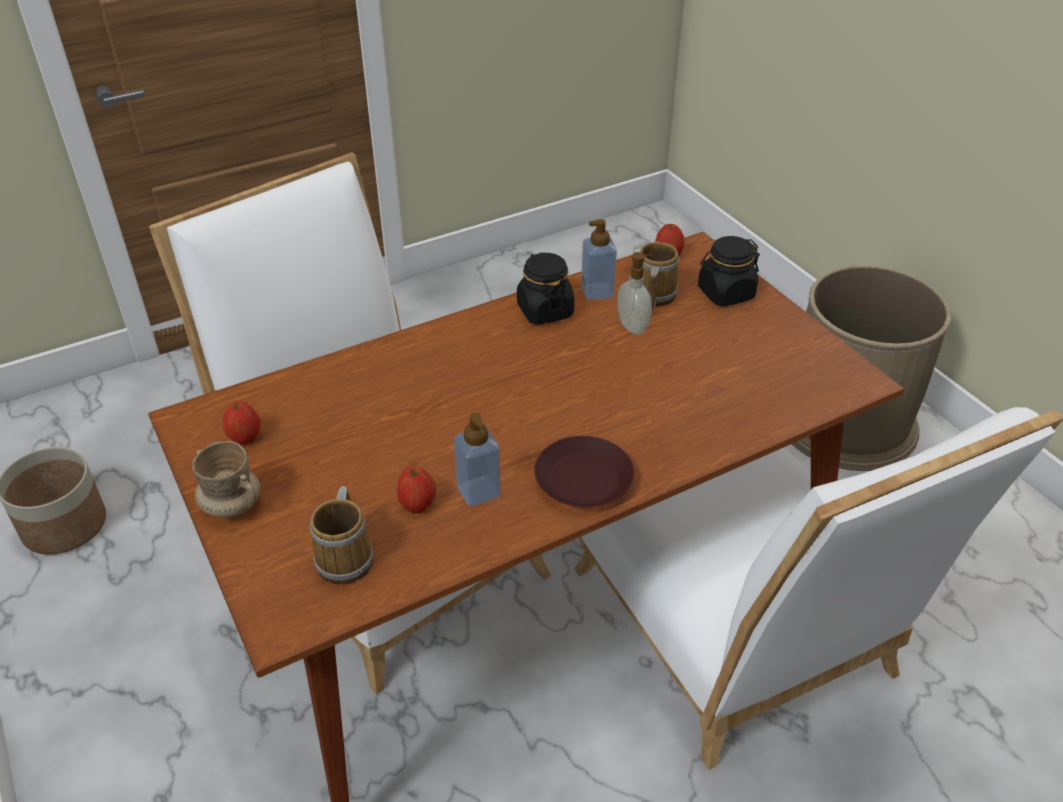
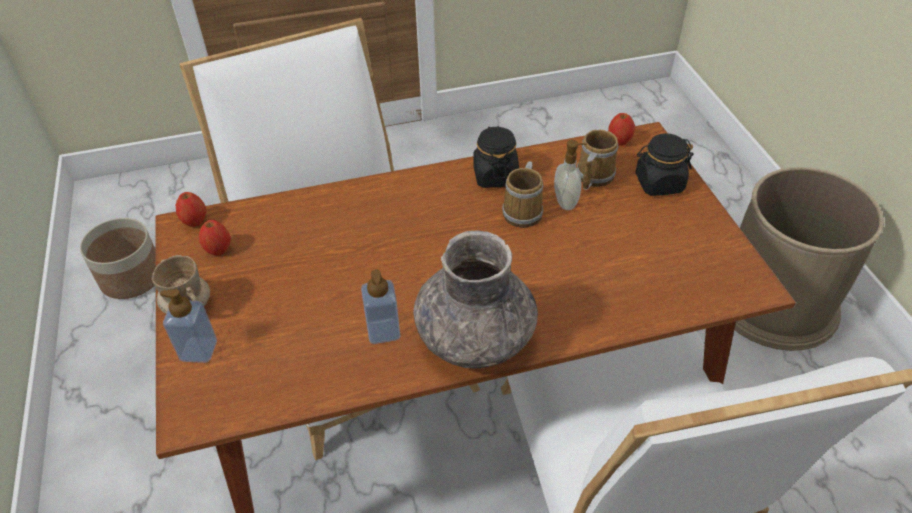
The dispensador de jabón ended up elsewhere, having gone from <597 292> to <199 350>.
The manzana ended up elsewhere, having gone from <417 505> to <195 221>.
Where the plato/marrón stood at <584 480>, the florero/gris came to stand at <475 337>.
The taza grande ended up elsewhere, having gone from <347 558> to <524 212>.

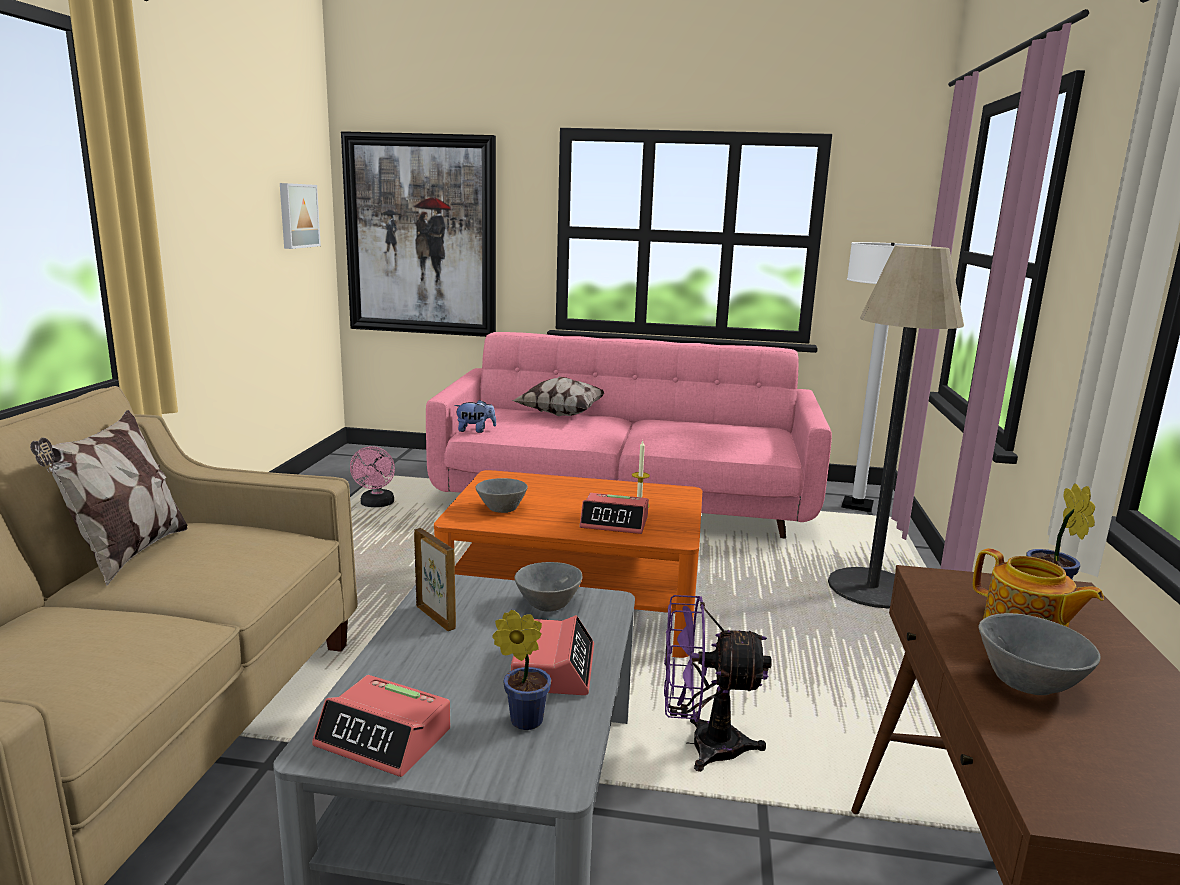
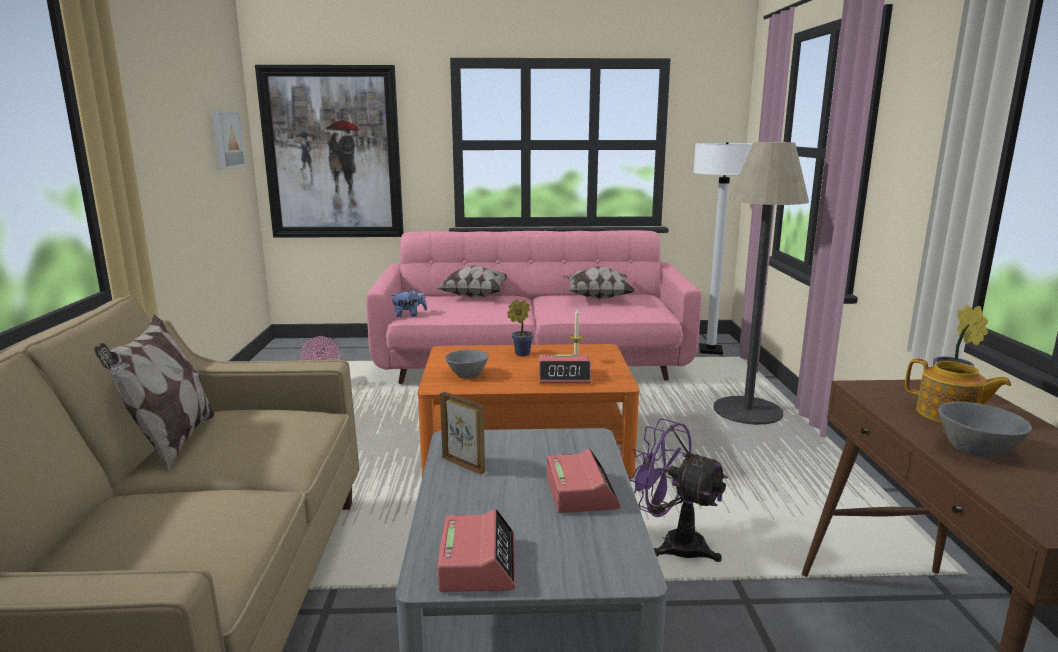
The despertador at <384 738> ended up facing another way, 105 degrees counterclockwise from before.
The planta en maceta ended up elsewhere, having gone from <522 720> to <520 354>.
The second view gained the cojín at <597 298>.
The ventilador/morado at <702 746> ended up facing another way, 45 degrees clockwise from before.
The second view lost the cuenco/gris at <547 604>.

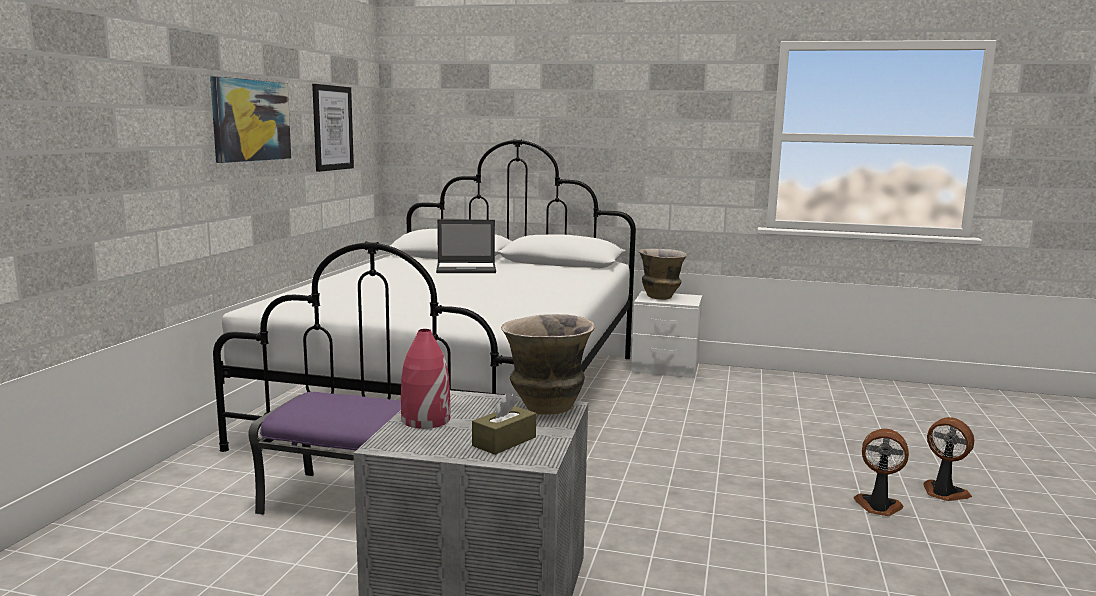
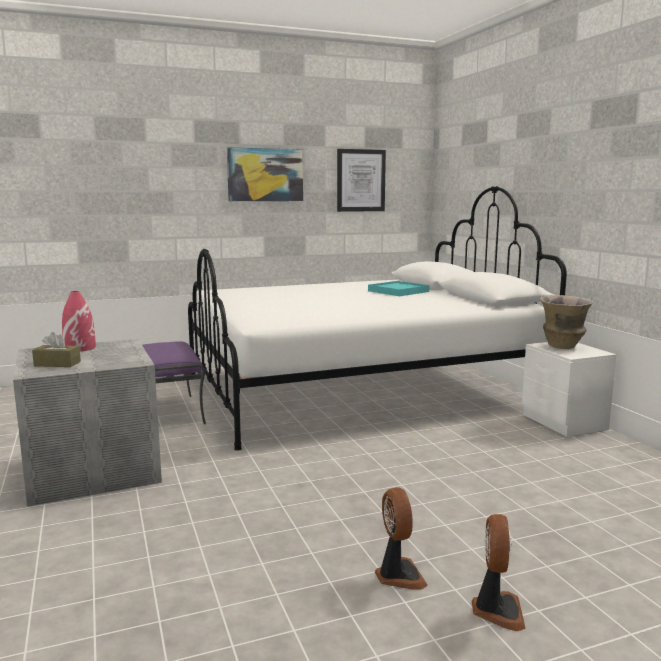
Where the portátil stood at <467 268>, the bandeja/turquesa came to stand at <398 291>.
The second view lost the florero at <546 409>.

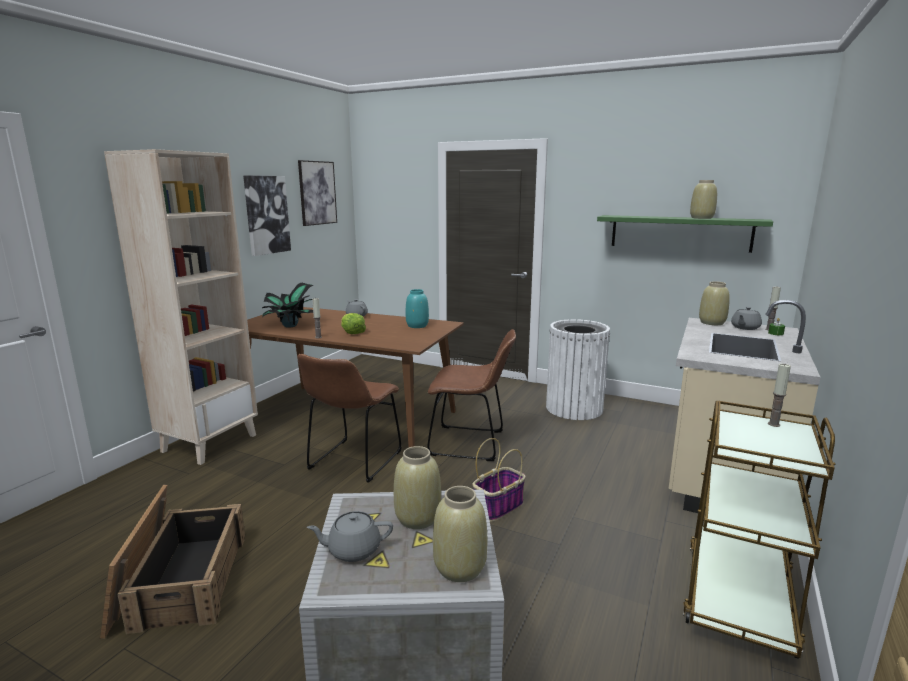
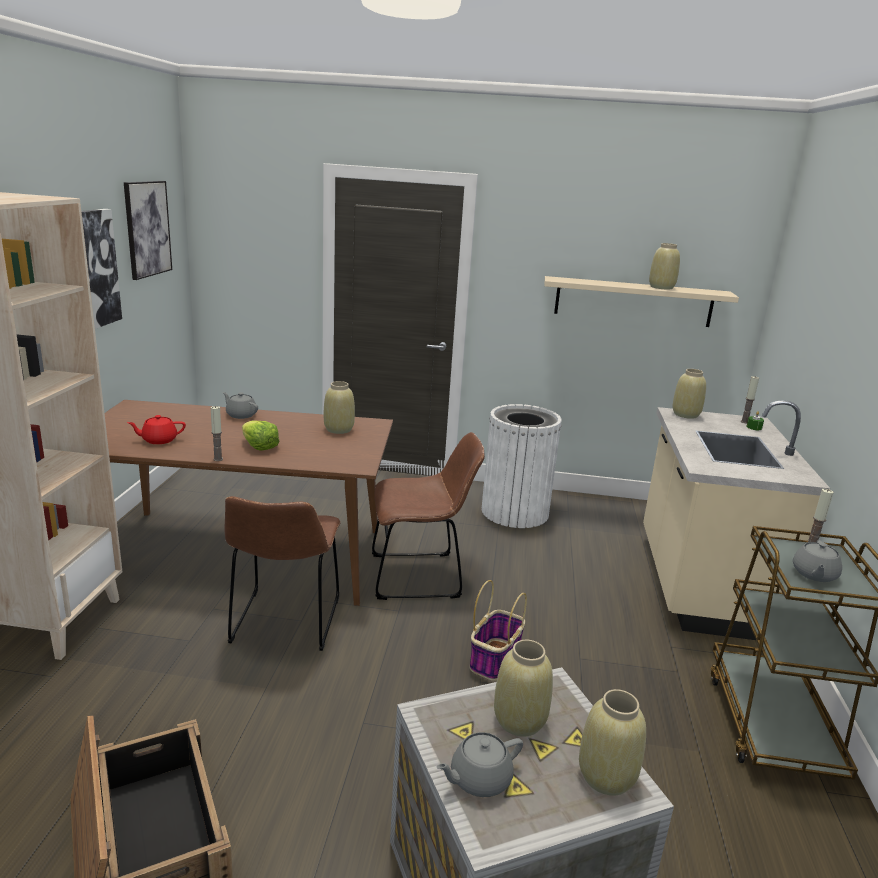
Where the planta en maceta stood at <290 326>, the tetera/rojo came to stand at <158 440>.
What was the florero/turquesa at <417 326> turned into the florero/beis at <338 429>.
What was the estante/verde at <680 233> turned into the estante/beis at <633 302>.
The tetera/gris ended up elsewhere, having gone from <744 328> to <814 574>.

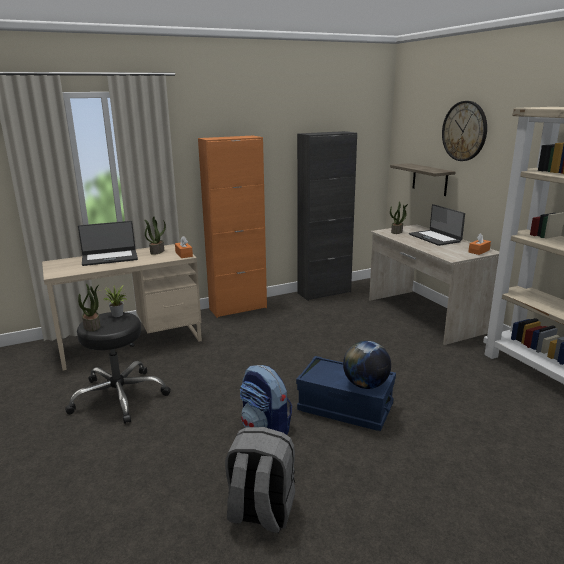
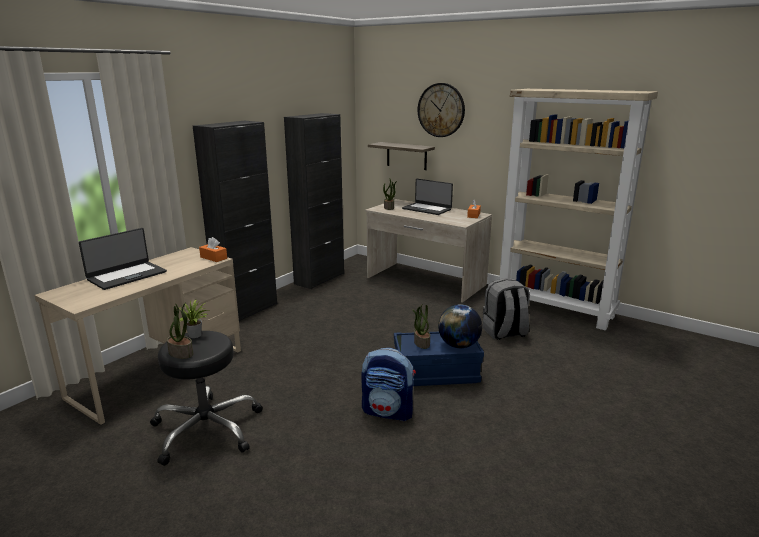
What was the armario/naranja at <238 308> turned into the armario/negro at <247 310>.
The planta en maceta ended up elsewhere, having gone from <157 251> to <421 343>.
The mochila/gris ended up elsewhere, having gone from <260 512> to <504 333>.

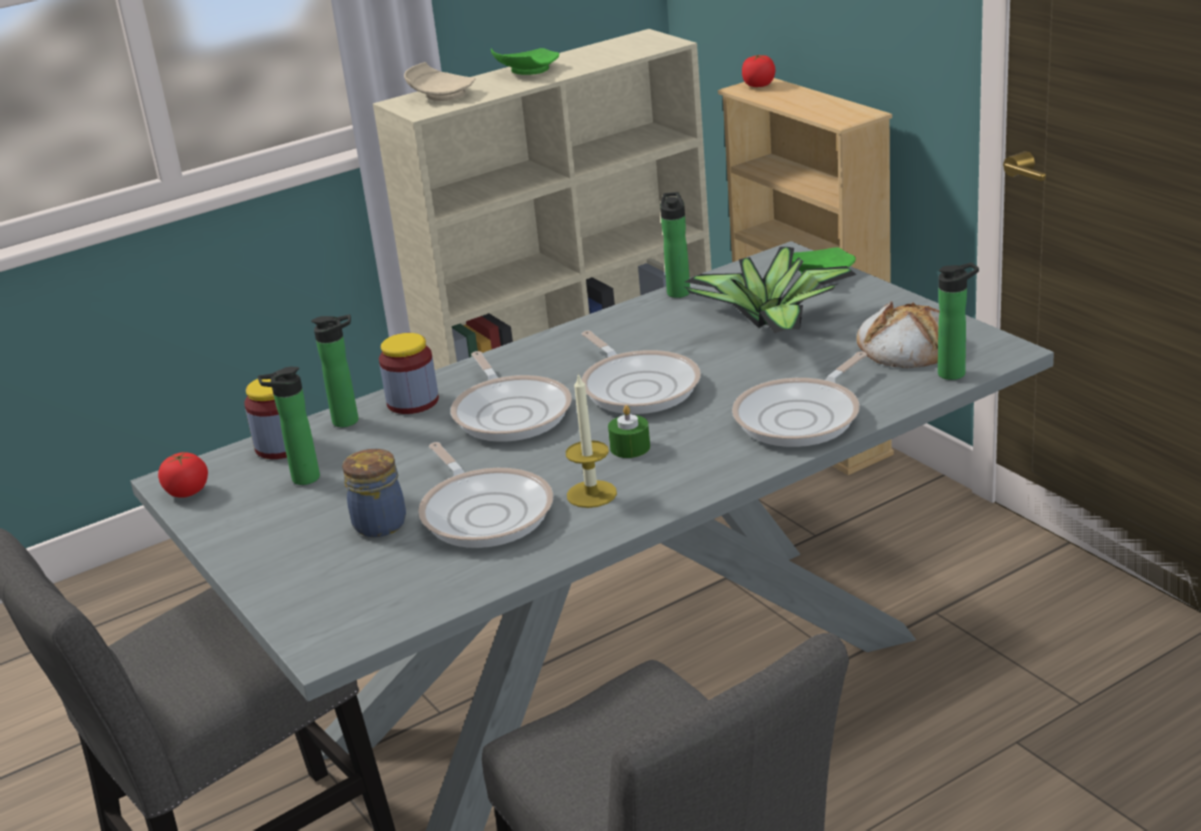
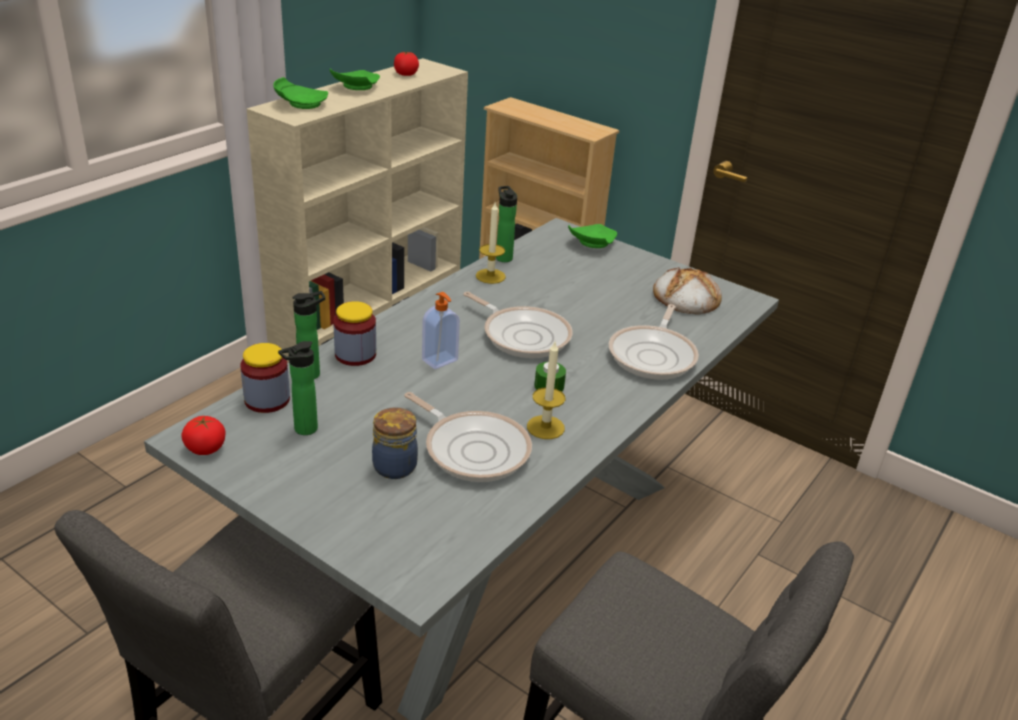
What was the plato/beis at <441 95> turned into the plato/verde at <300 104>.
The tomate ended up elsewhere, having gone from <759 85> to <406 74>.
Where the sartén stood at <511 413>, the dispensador de jabón came to stand at <440 361>.
The second view gained the vela at <490 276>.
The second view lost the planta en maceta at <771 324>.
The second view lost the botella at <955 373>.

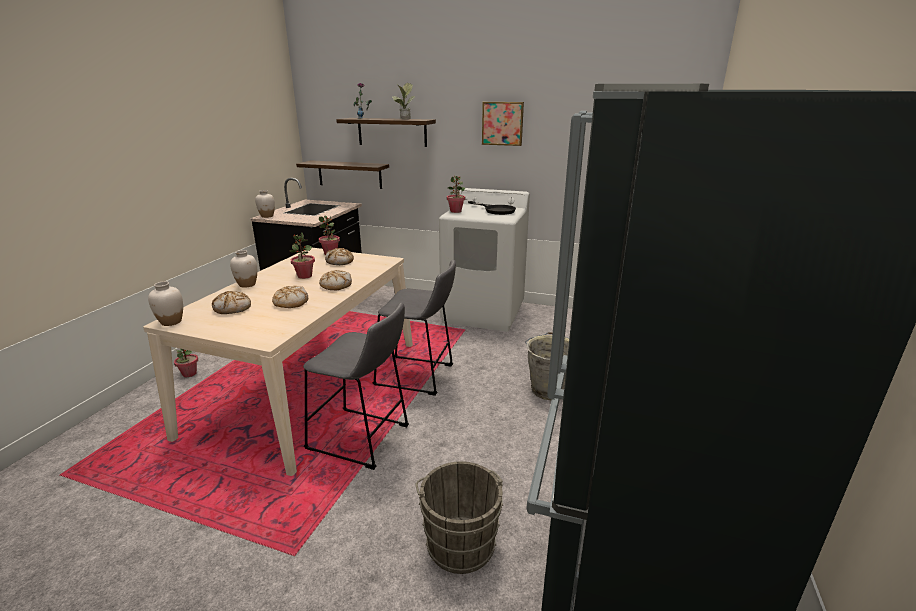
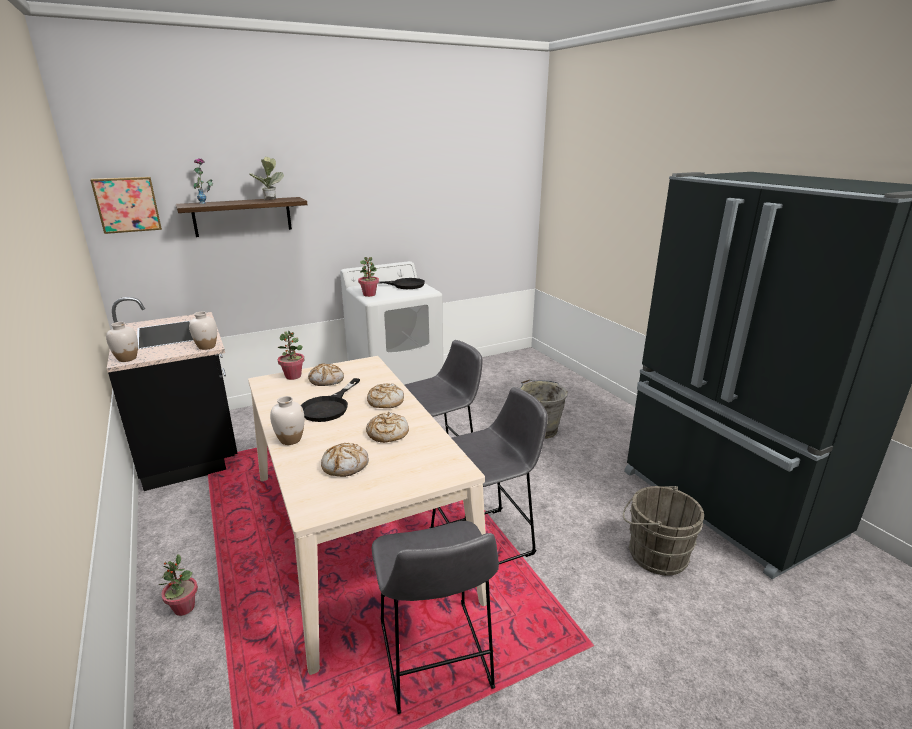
The cuadro ended up elsewhere, having gone from <502 123> to <127 204>.
The florero/blanco ended up elsewhere, having gone from <171 322> to <206 347>.
Where the planta en maceta stood at <304 276>, the sartén/negro came to stand at <329 406>.
The second view gained the taburete/gris at <435 661>.
The second view lost the estante at <349 174>.

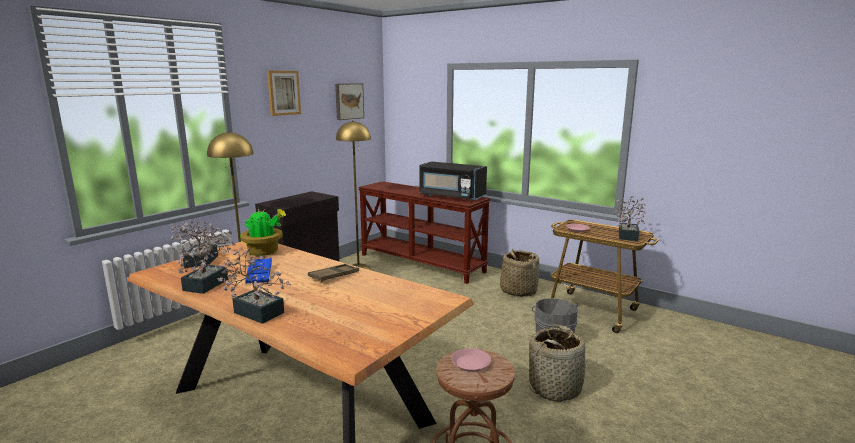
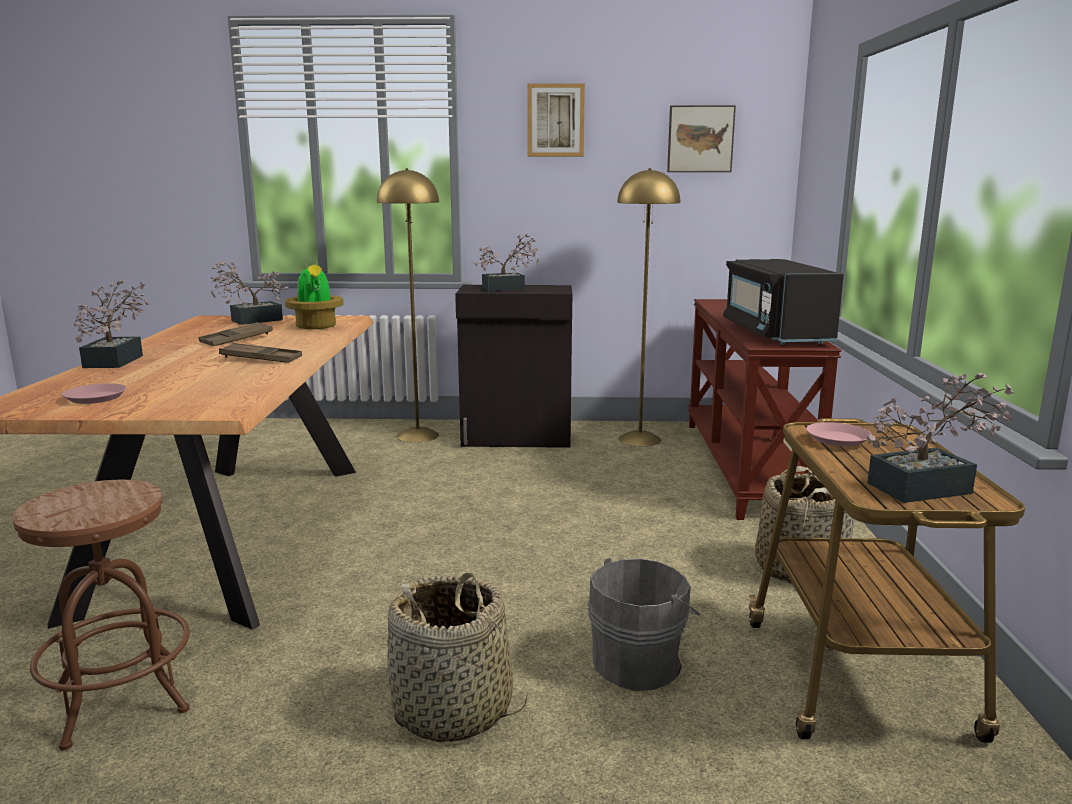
The plato/rosa ended up elsewhere, having gone from <471 363> to <95 398>.
What was the bandeja/azul at <259 274> turned into the bandeja/marrón at <236 339>.
The planta en maceta ended up elsewhere, having gone from <210 283> to <508 288>.

